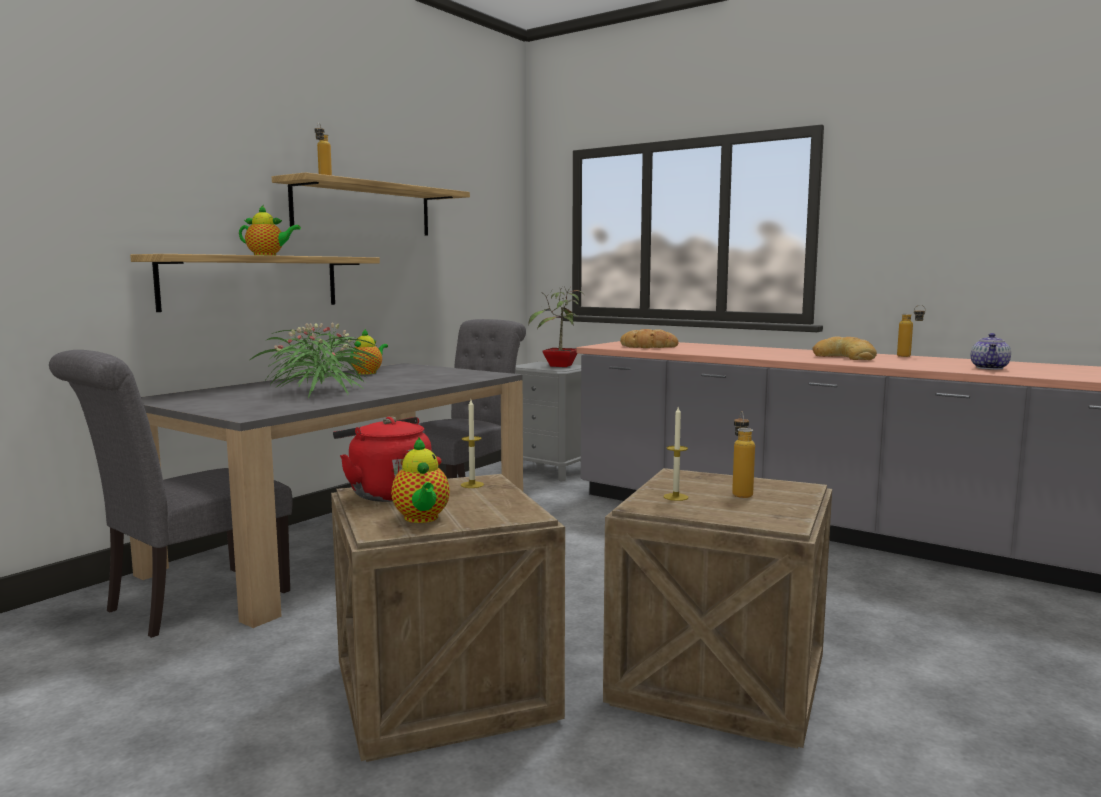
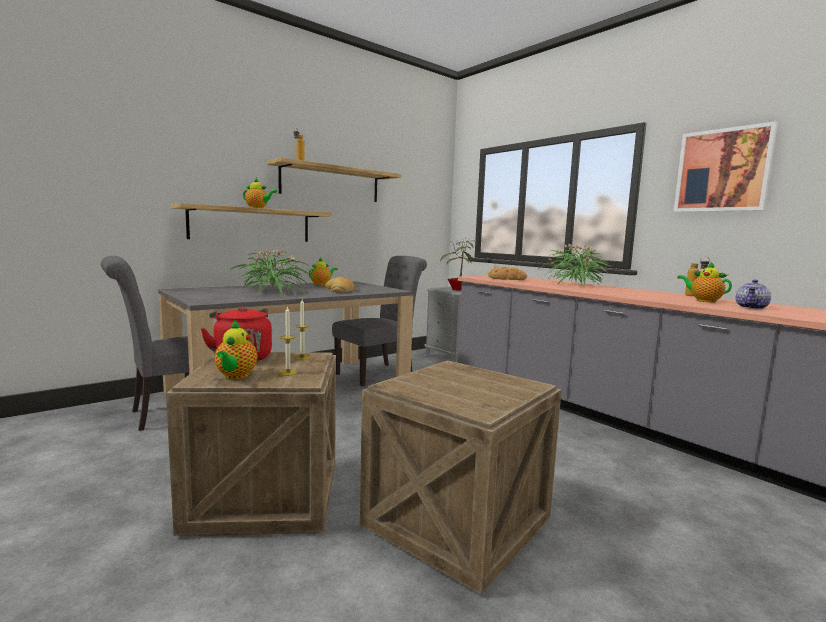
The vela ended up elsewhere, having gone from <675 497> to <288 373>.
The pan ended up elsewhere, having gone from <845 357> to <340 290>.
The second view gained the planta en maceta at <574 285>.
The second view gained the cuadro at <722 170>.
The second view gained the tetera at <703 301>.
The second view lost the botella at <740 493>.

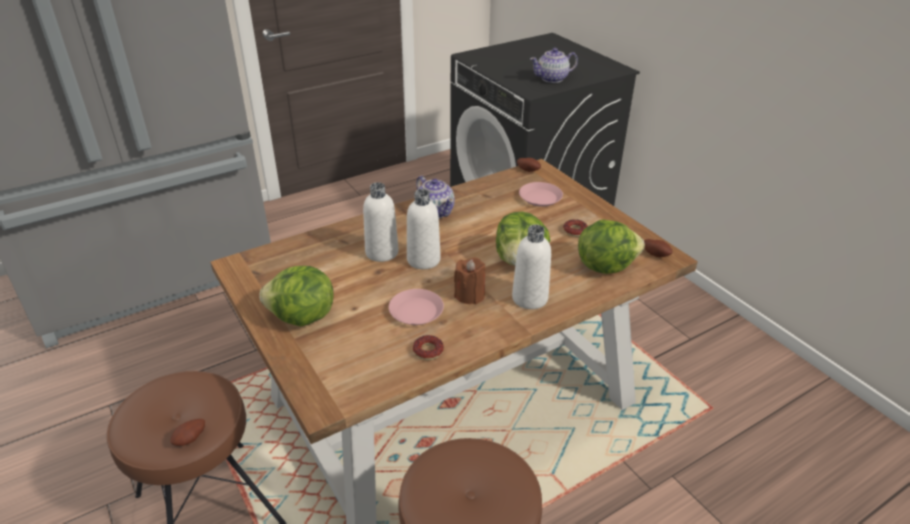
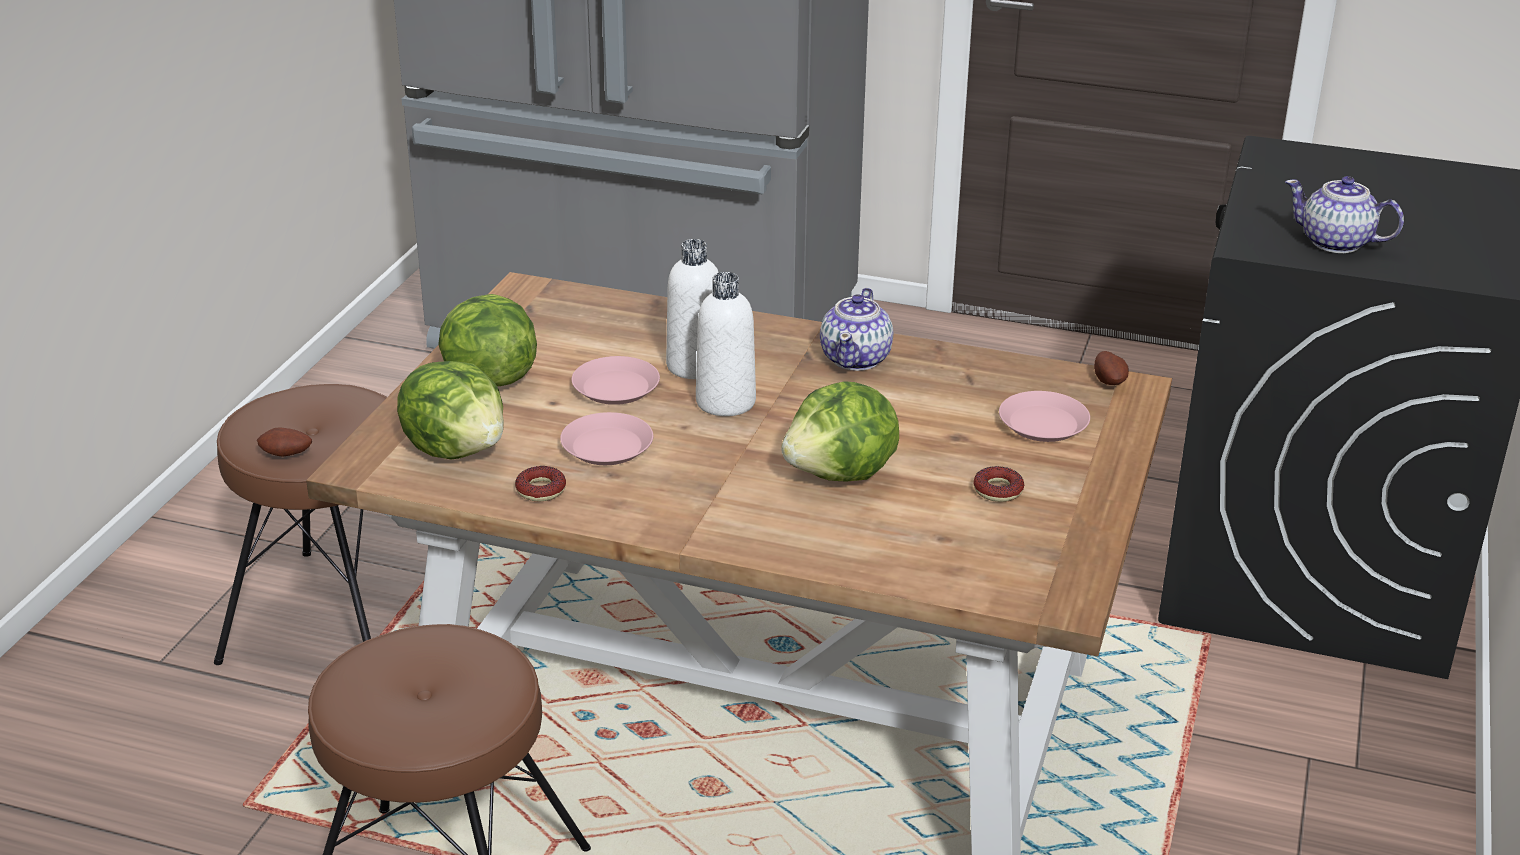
The lechuga ended up elsewhere, having gone from <605 265> to <457 449>.
The second view gained the plato/rosa at <616 388>.
The second view lost the vela/marrón at <470 295>.
The second view lost the botella/blanco at <529 298>.
The second view lost the patata at <656 254>.

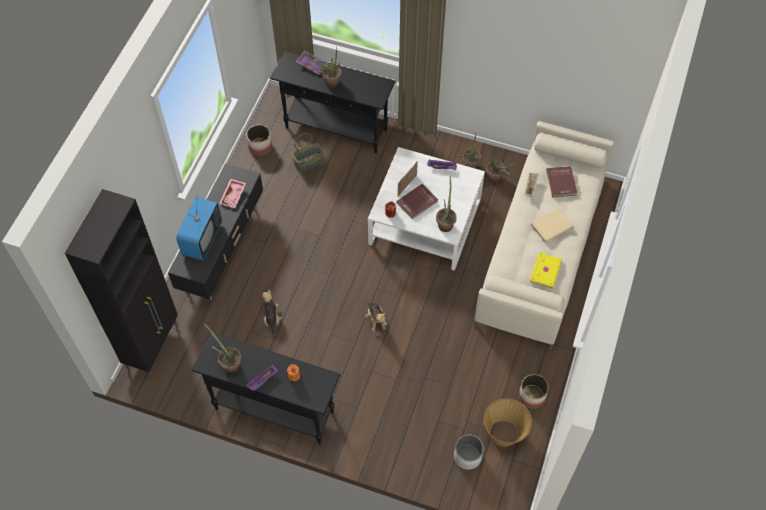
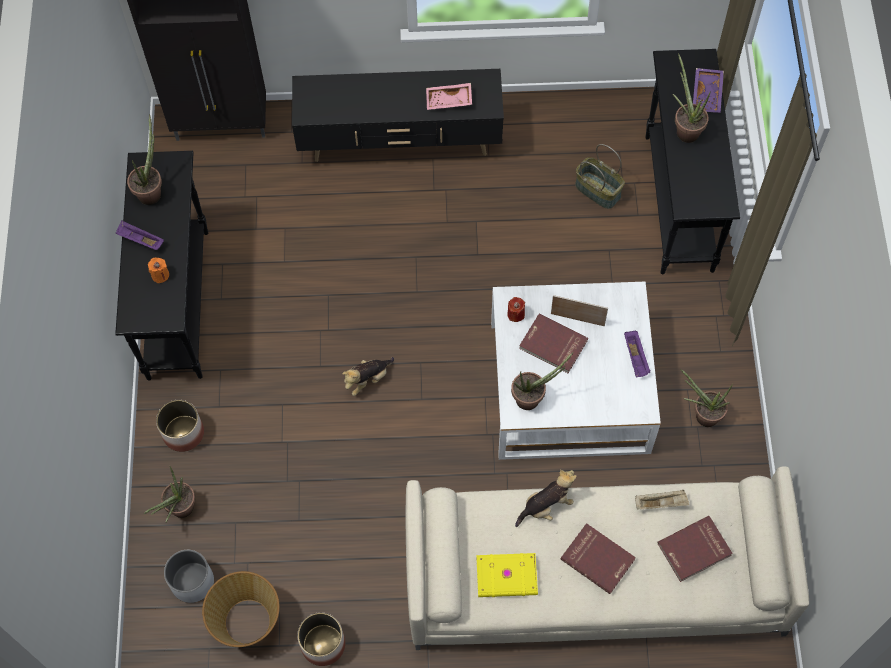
The planta en maceta ended up elsewhere, having gone from <496 179> to <179 511>.
The maceta ended up elsewhere, having gone from <260 147> to <183 433>.
The peluche ended up elsewhere, having gone from <272 319> to <546 506>.
What was the libro/beis at <551 226> turned into the libro/rojo at <598 558>.
The second view lost the televisor at <202 239>.

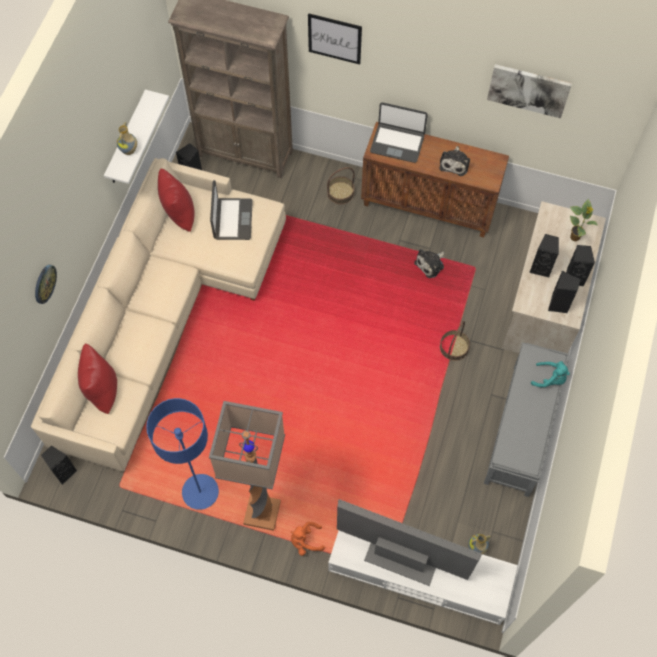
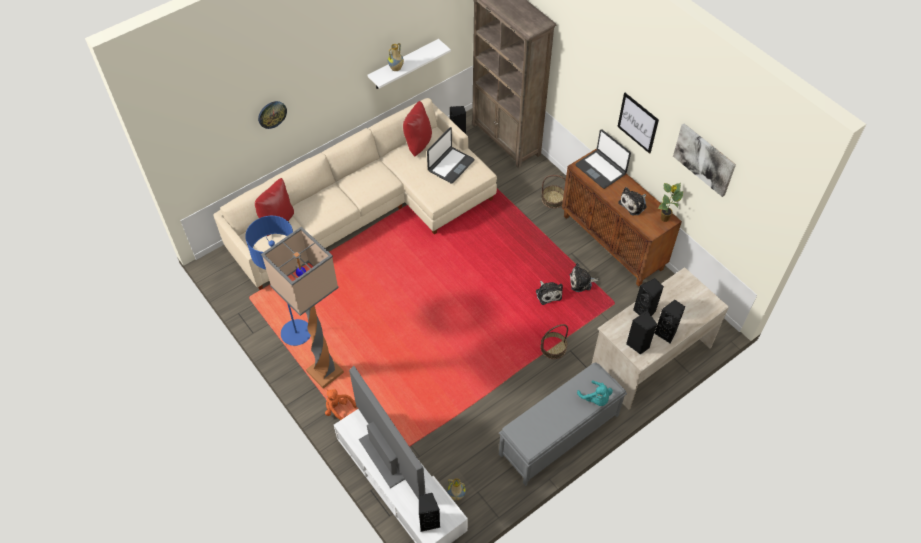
The altavoz/negro ended up elsewhere, having gone from <64 471> to <429 521>.
The second view gained the peluche at <548 293>.
The cuadro ended up elsewhere, having gone from <334 38> to <638 123>.
The planta en maceta ended up elsewhere, having gone from <575 238> to <664 219>.

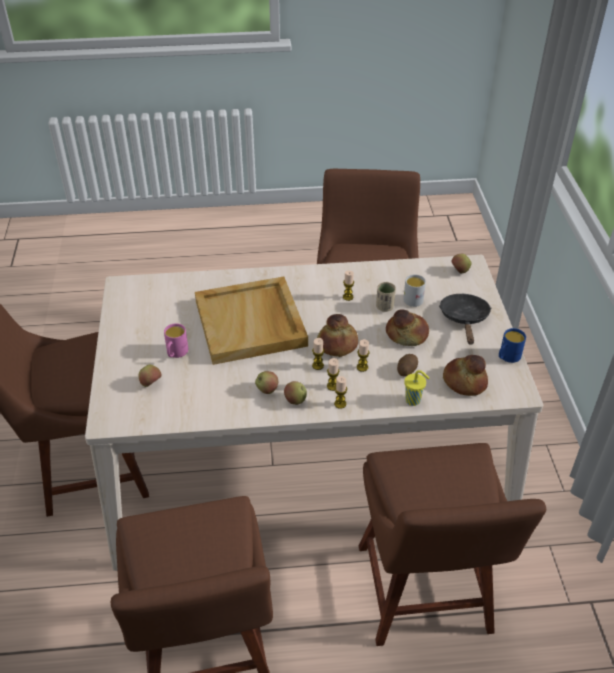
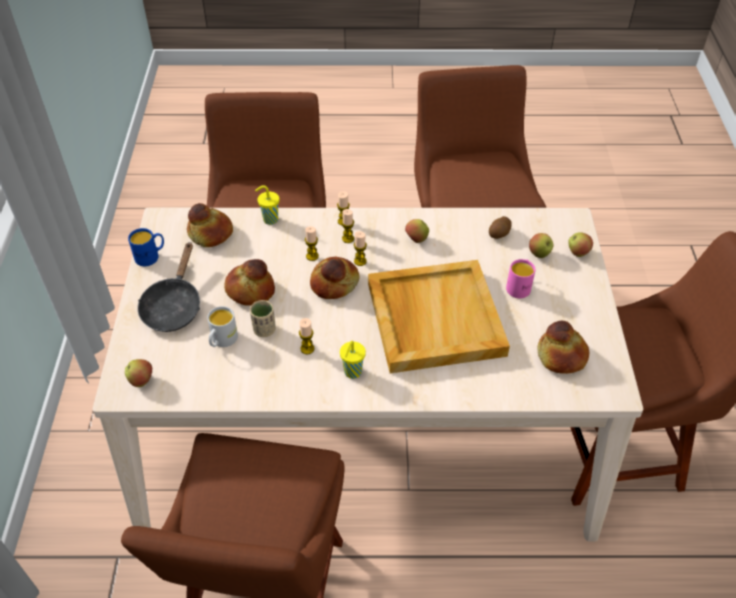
The second view gained the taza/amarillo at <352 373>.
The patata ended up elsewhere, having gone from <406 370> to <499 234>.
The second view gained the pan at <560 356>.
The manzana ended up elsewhere, having gone from <295 401> to <578 253>.

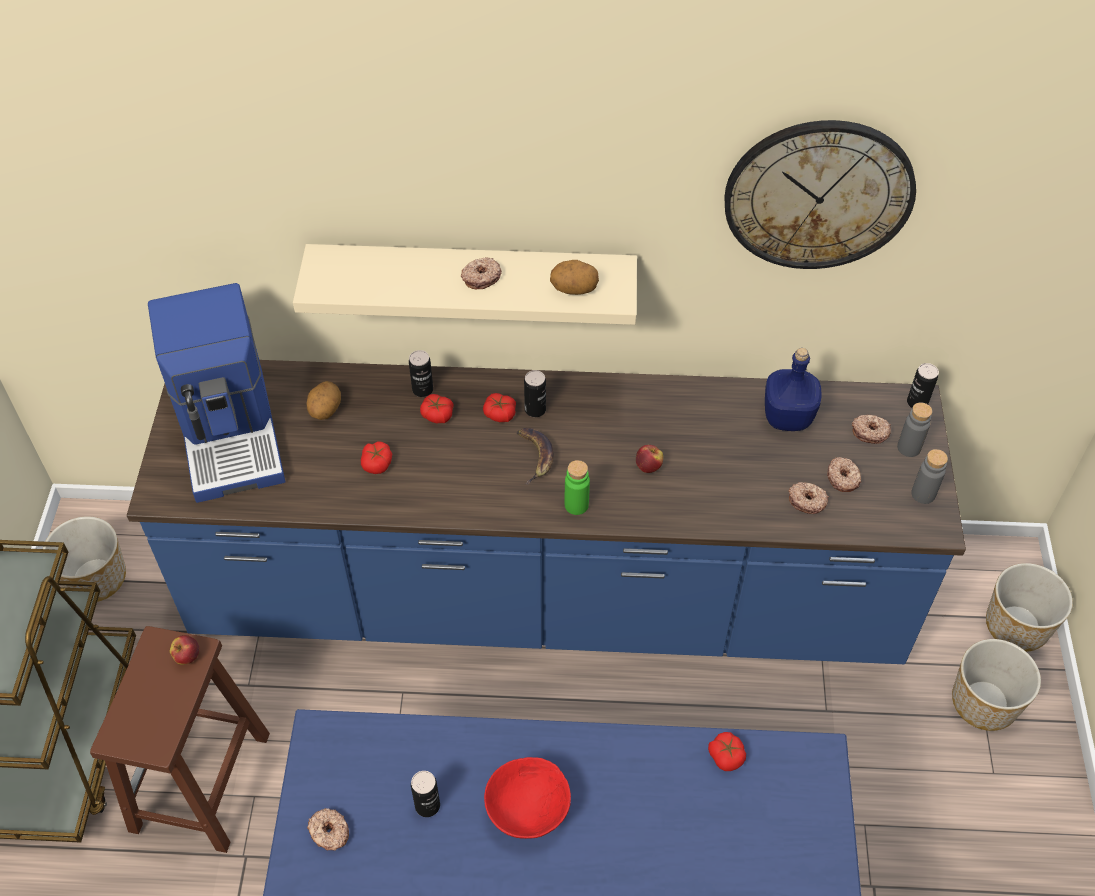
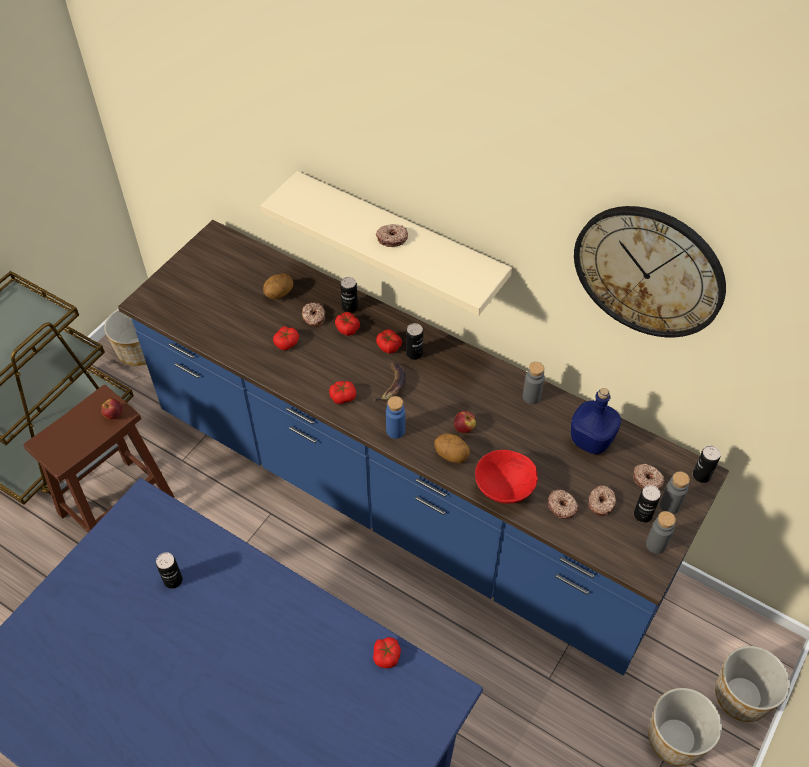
The rosquilla ended up elsewhere, having gone from <329 833> to <313 317>.
The second view gained the tomate at <343 396>.
What was the botella/verde at <576 505> turned into the botella/azul at <395 431>.
The patata ended up elsewhere, having gone from <574 289> to <451 455>.
The cuenco/rojo ended up elsewhere, having gone from <528 812> to <503 490>.
The second view gained the botella/gris at <531 396>.
The second view gained the lata at <642 515>.
The second view lost the cafetera at <232 432>.

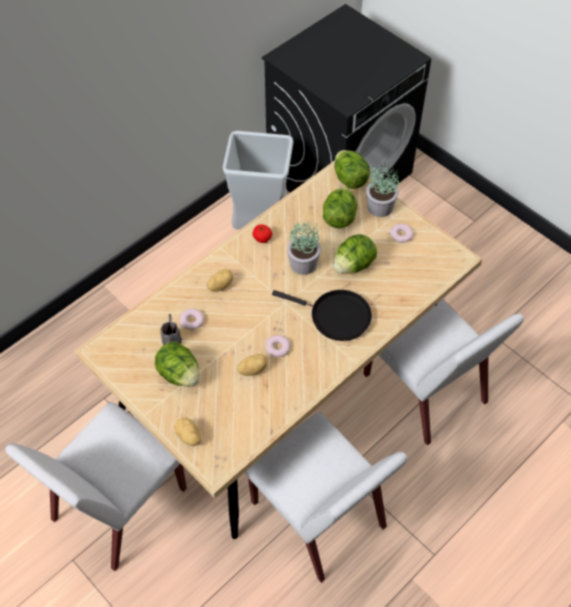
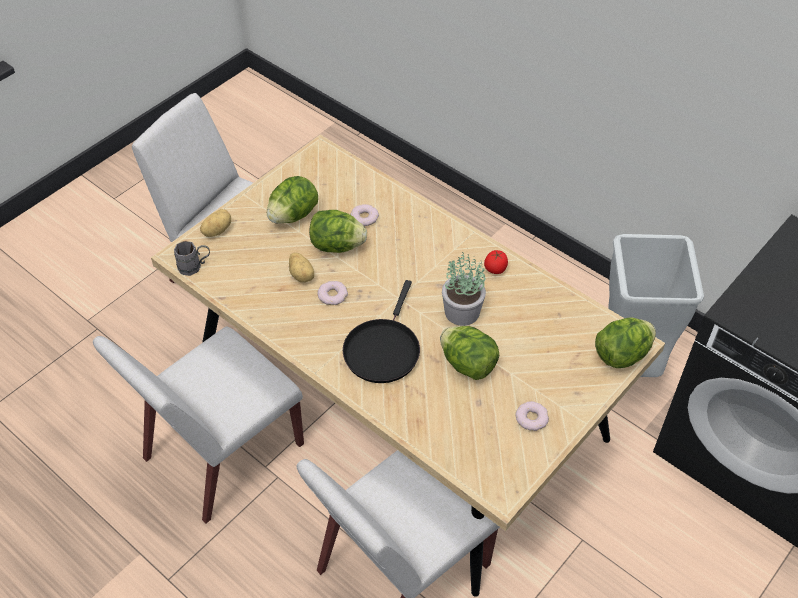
The taza grande/gris ended up elsewhere, having gone from <172 337> to <195 266>.
The lechuga ended up elsewhere, having gone from <339 217> to <337 245>.
The second view lost the patata at <220 285>.
The second view lost the planta en maceta at <379 207>.

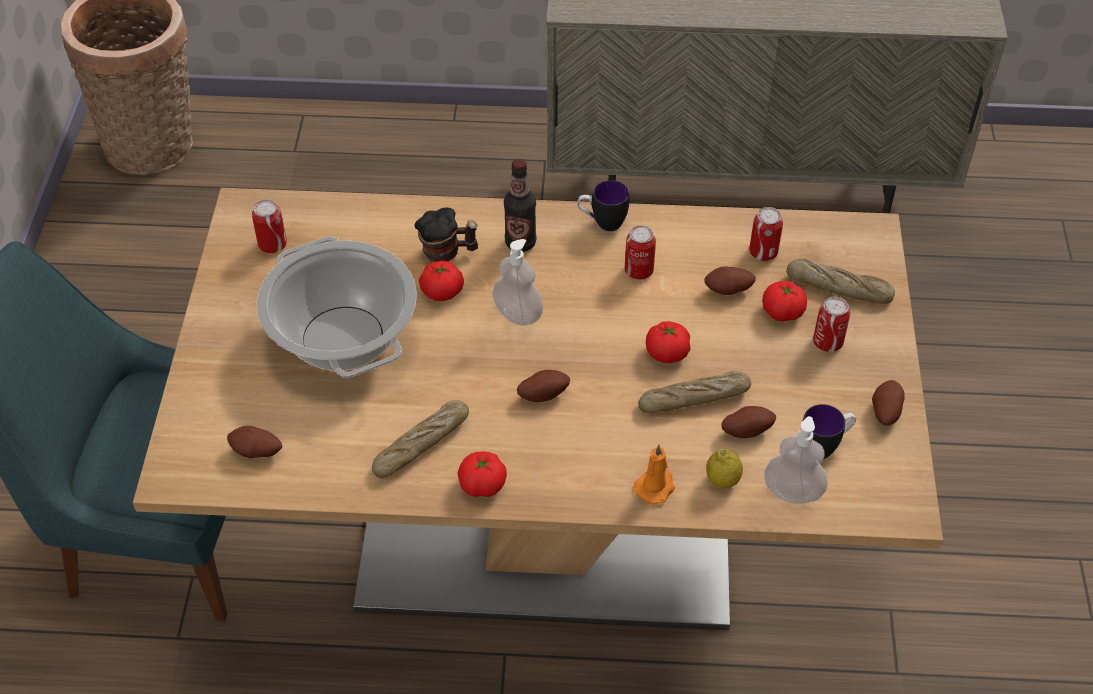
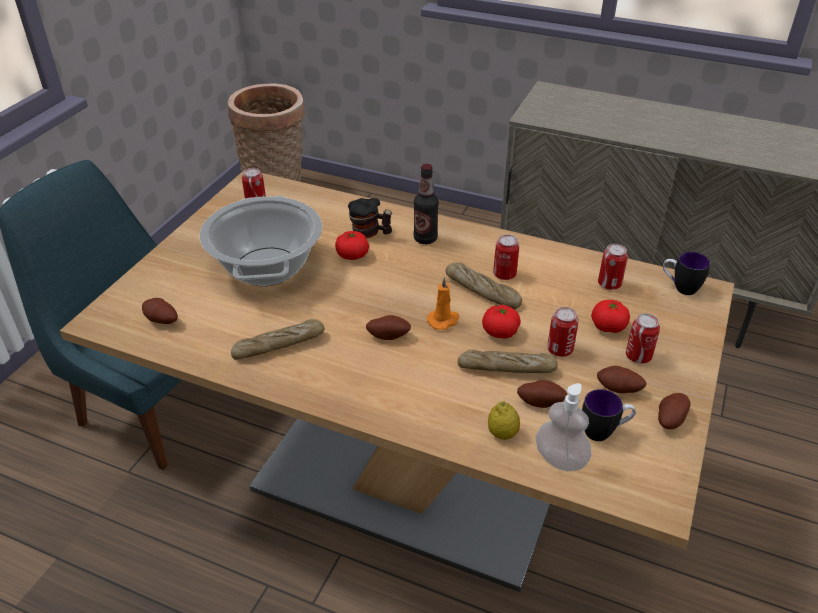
The vela/naranja ended up elsewhere, having gone from <655 486> to <444 320>.
The pan ended up elsewhere, having gone from <838 288> to <482 291>.
The second view gained the lata at <560 349>.
The patata ended up elsewhere, having gone from <728 291> to <618 390>.
The taza grande ended up elsewhere, having gone from <602 223> to <680 288>.
The second view lost the tomate at <482 484>.
The second view lost the dispensador de jabón at <518 314>.

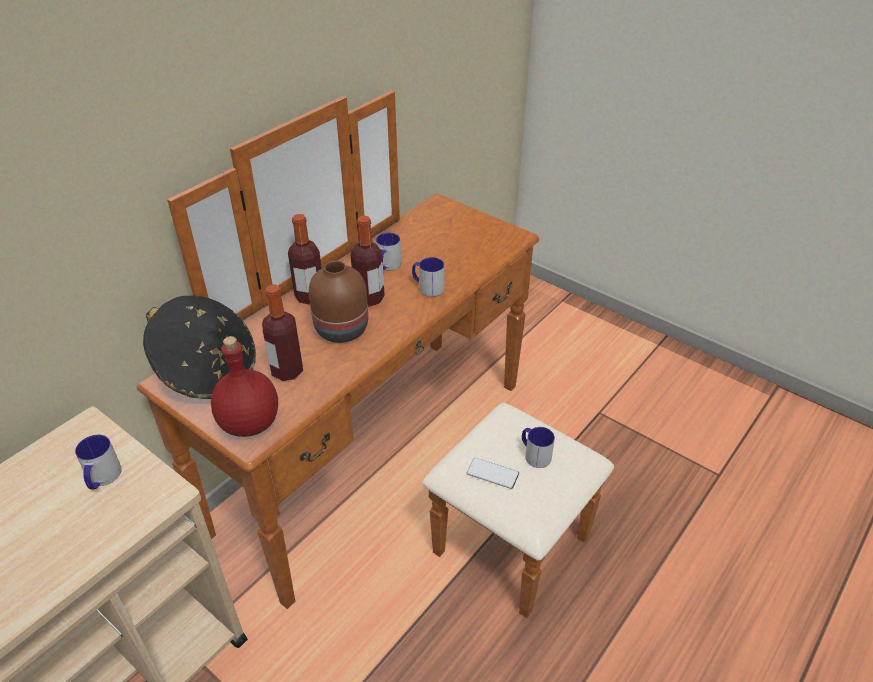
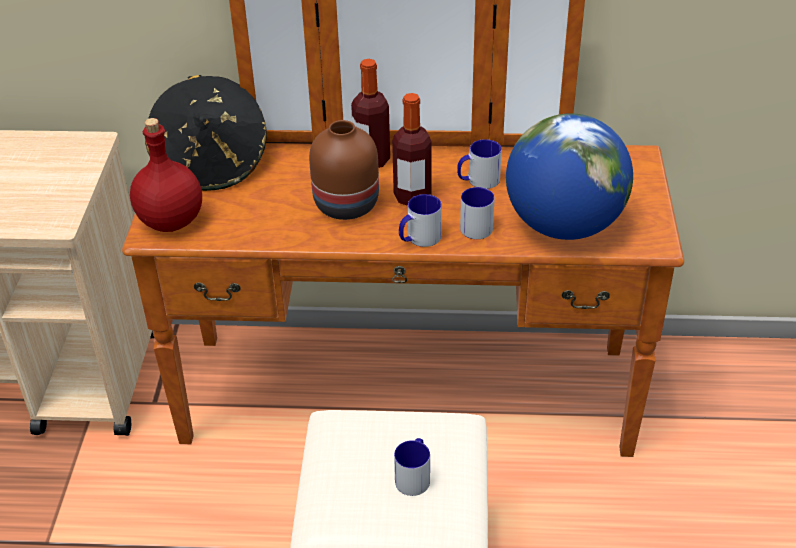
The taza grande ended up elsewhere, having gone from <102 478> to <419 239>.
The second view gained the globo terráqueo at <564 225>.
The second view lost the botella at <287 371>.
The second view lost the móvil at <492 473>.

